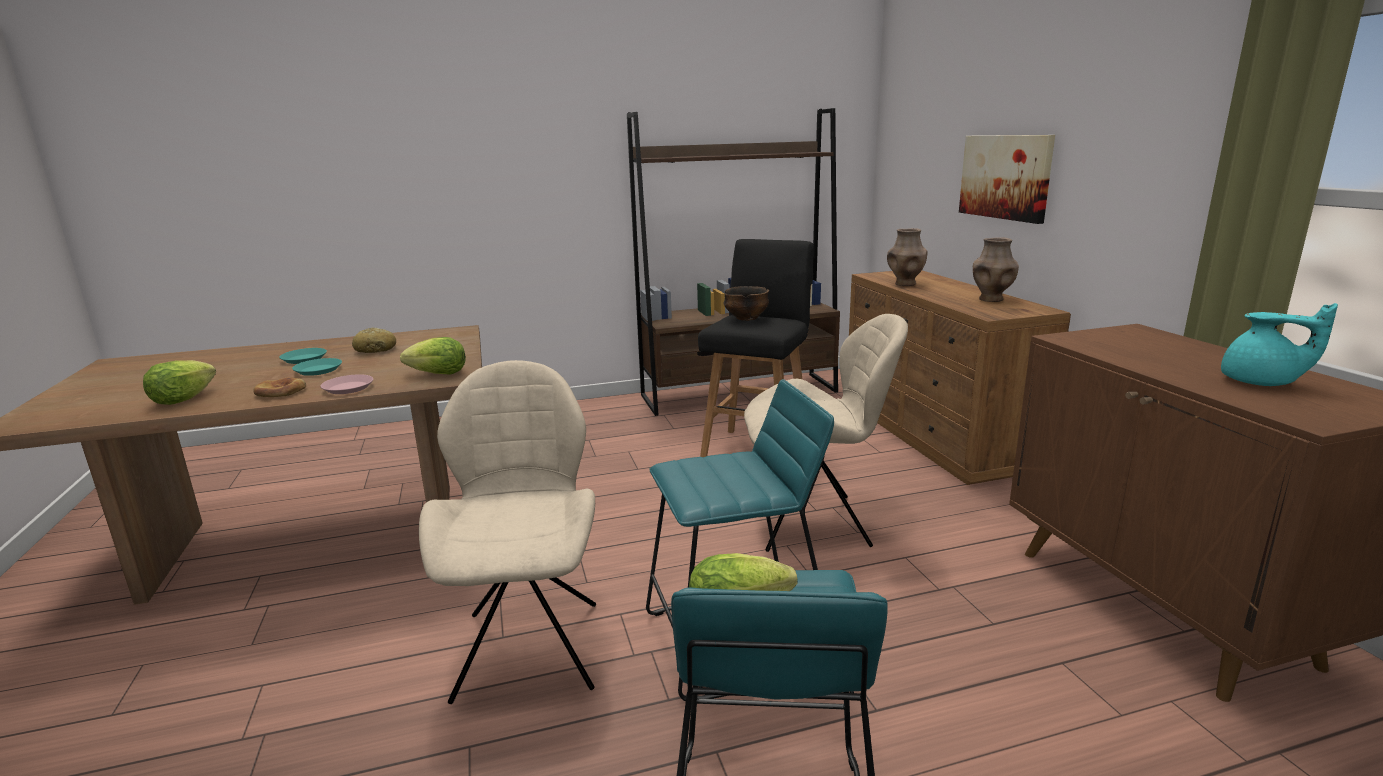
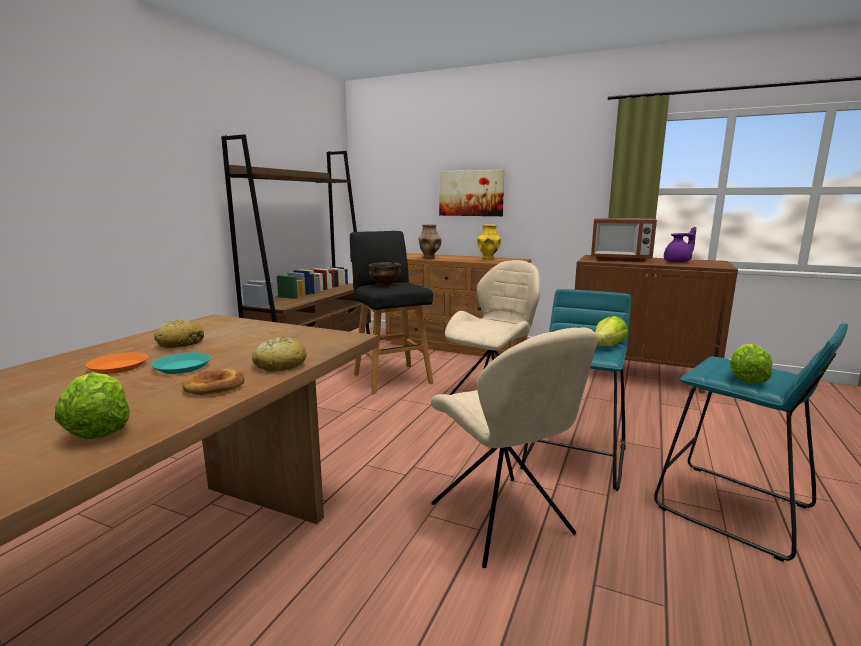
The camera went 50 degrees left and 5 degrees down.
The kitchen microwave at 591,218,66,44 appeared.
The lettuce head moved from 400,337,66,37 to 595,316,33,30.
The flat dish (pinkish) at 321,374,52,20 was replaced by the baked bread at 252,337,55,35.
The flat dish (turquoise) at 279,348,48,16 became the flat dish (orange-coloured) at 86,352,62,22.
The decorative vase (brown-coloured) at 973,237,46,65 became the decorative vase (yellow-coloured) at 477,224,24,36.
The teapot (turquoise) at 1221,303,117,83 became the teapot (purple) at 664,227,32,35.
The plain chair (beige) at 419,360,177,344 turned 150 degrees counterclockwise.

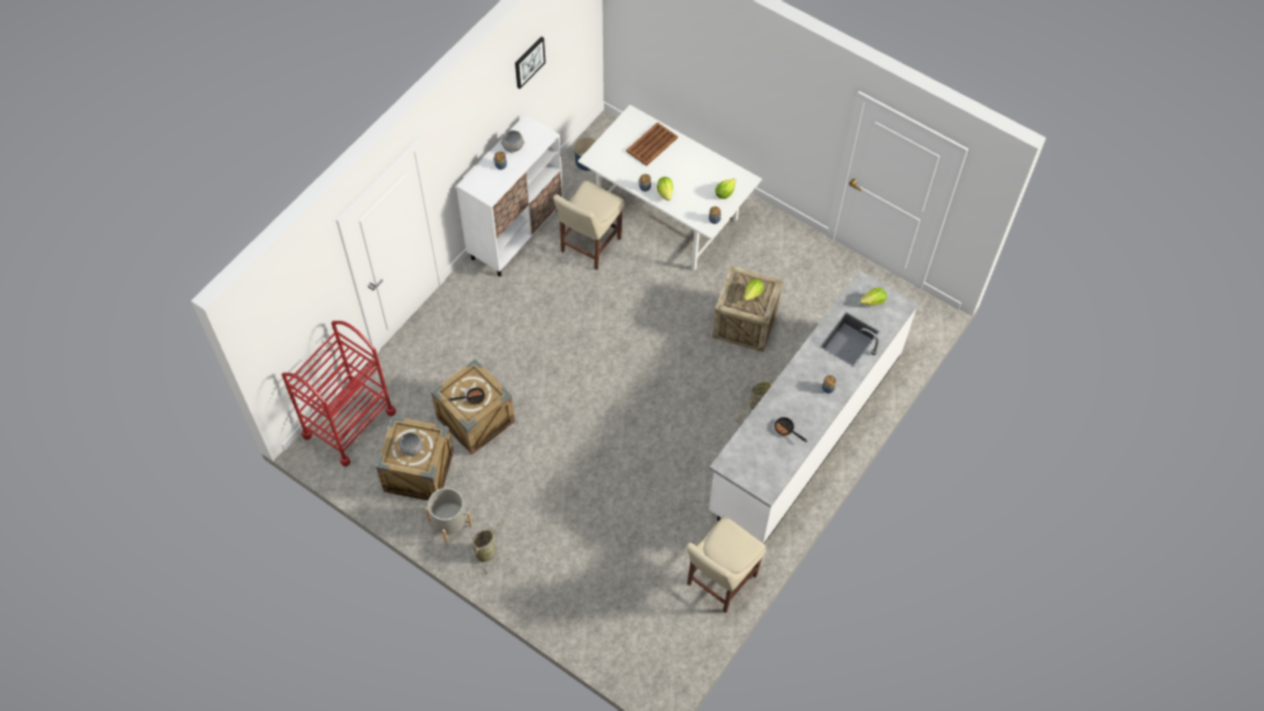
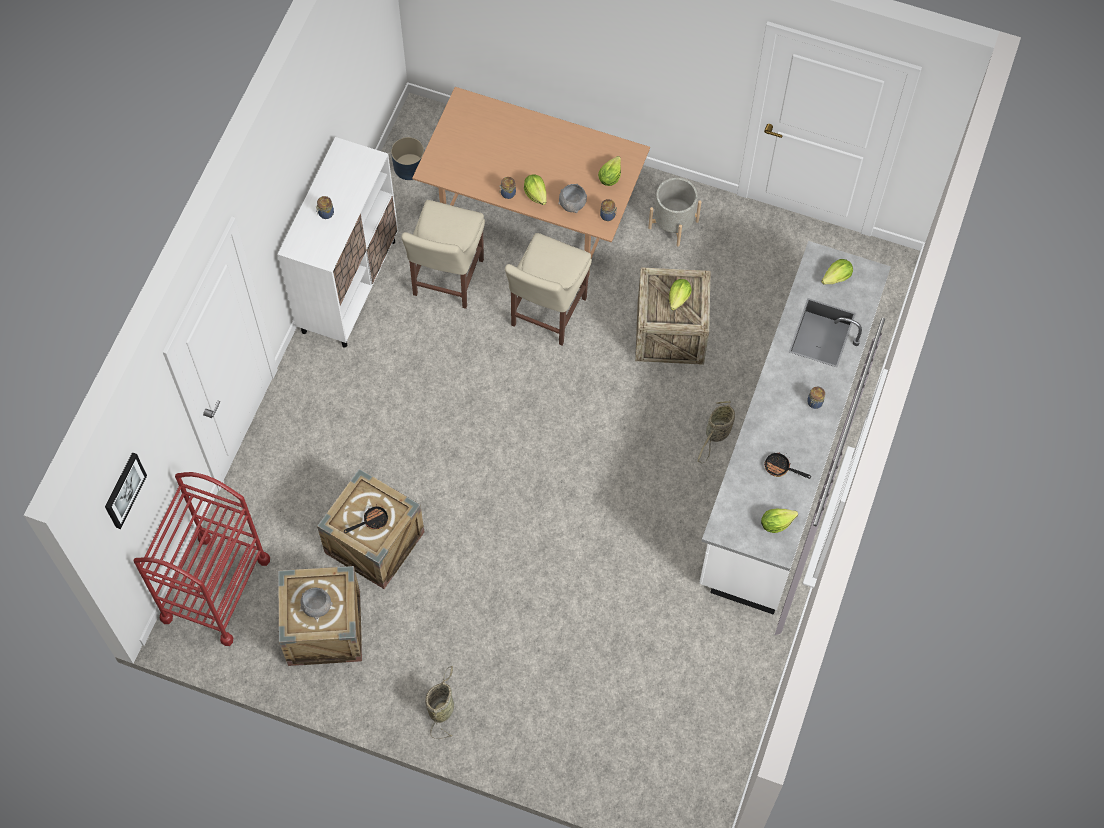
The camera went 15 degrees left and 5 degrees up.
The carrying tray (brown-coloured) at 626,122,52,44 disappeared.
The lettuce head at 761,509,37,24 appeared.
The plant pot (grey) moved from 425,488,48,57 to 648,178,53,69.
The bowl (grey) moved from 501,130,24,23 to 558,184,29,29.
The picture moved from 515,36,31,53 to 105,452,42,77.
The plain chair (beige) moved from 686,516,80,97 to 505,233,87,113.
The kitchen table (white) at 578,105,184,166 became the kitchen table (brown-coloured) at 412,87,238,190.

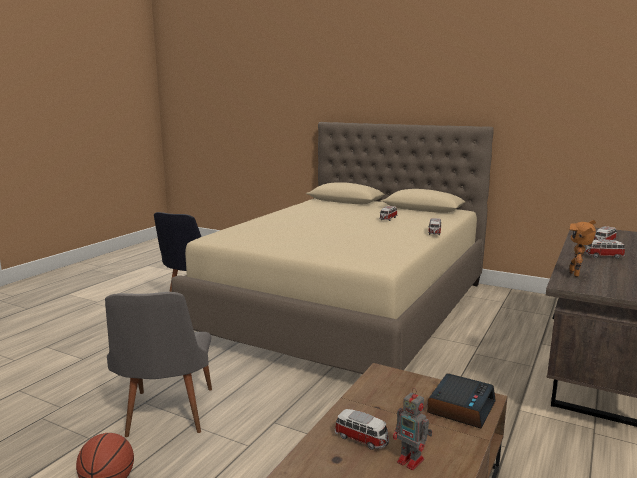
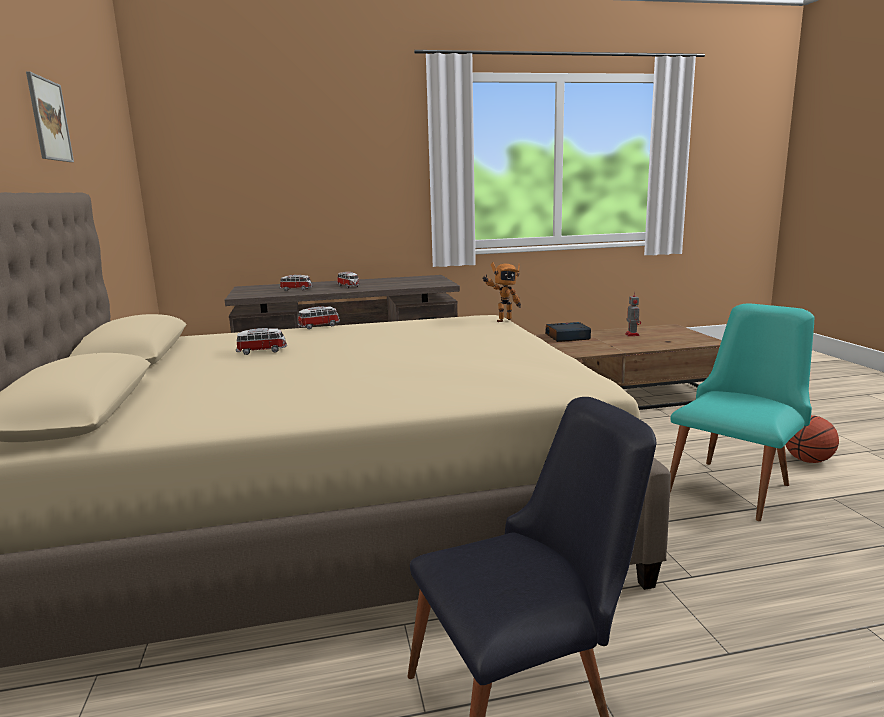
The camera went 130 degrees left and 0 degrees up.
The miniature car at 335,409,54,41 disappeared.
The picture at 26,72,48,90 appeared.
The model robot moved from 569,220,27,57 to 482,262,39,60.
The plain chair (grey) at 105,292,107,145 became the plain chair (turquoise) at 670,303,145,218.

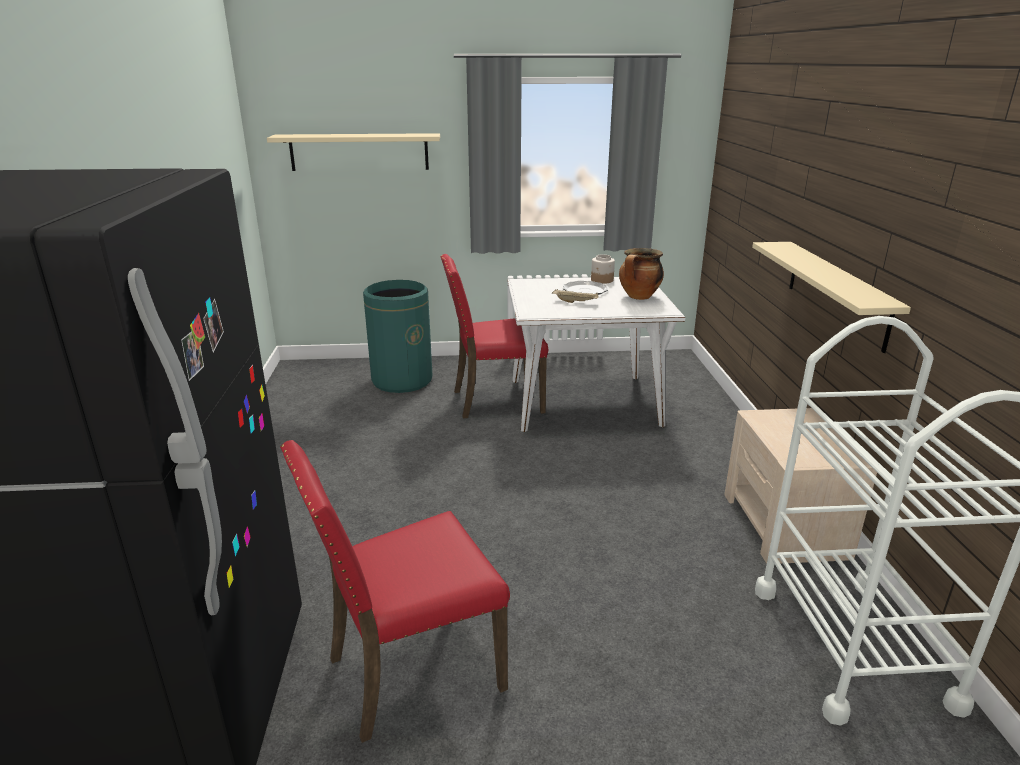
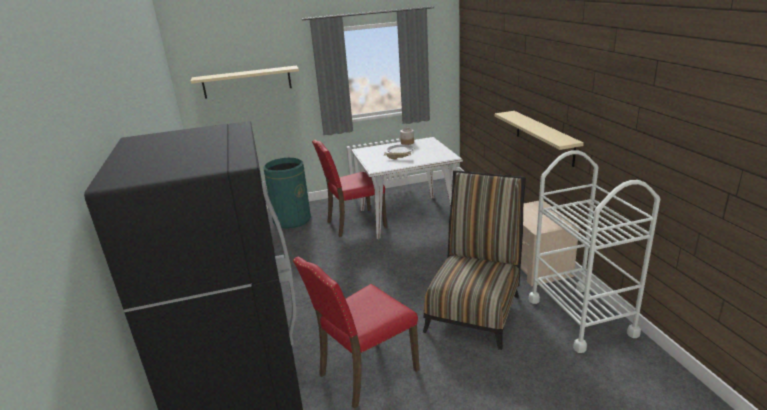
The camera went 10 degrees left and 0 degrees up.
The cooking pot at 619,248,45,52 disappeared.
The plain chair at 423,170,103,180 appeared.

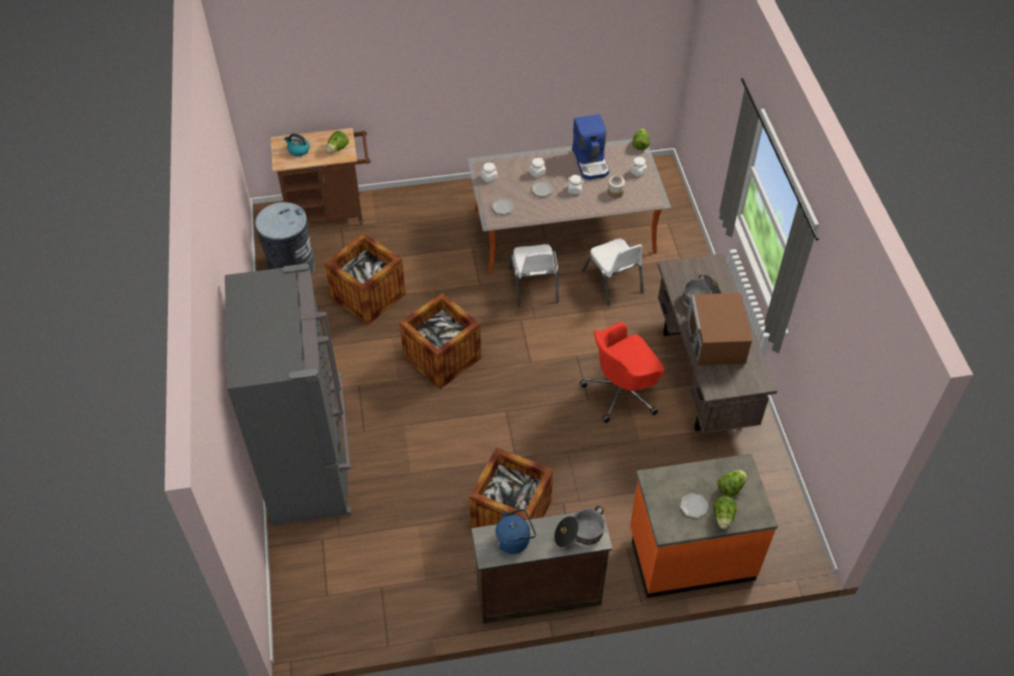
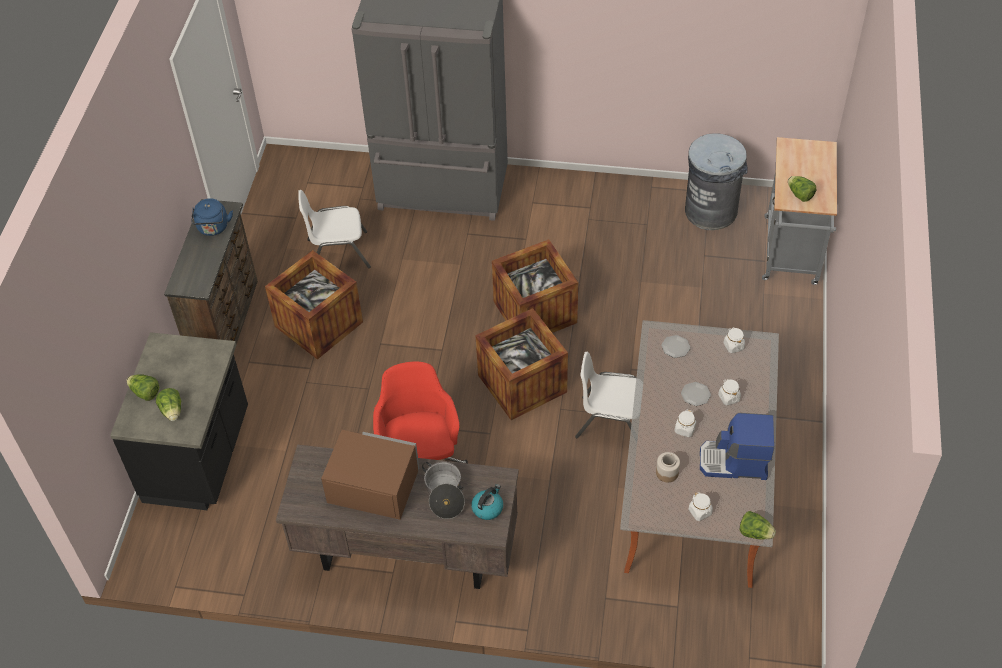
The camera went 110 degrees right and 0 degrees up.
The cooking pot at 554,506,51,42 disappeared.
The flat dish at 680,493,28,25 disappeared.
The water kettle moved from 284,134,26,23 to 471,484,32,36.
The shipping crate moved from 325,233,81,92 to 475,308,93,112.
The plain chair (white) moved from 582,239,62,67 to 298,190,73,78.
The trolley (brown-coloured) at 270,128,101,97 became the trolley (grey) at 762,137,75,148.
The kitchen counter (orange-coloured) at 630,454,148,144 became the kitchen counter (black-coloured) at 110,332,138,178.

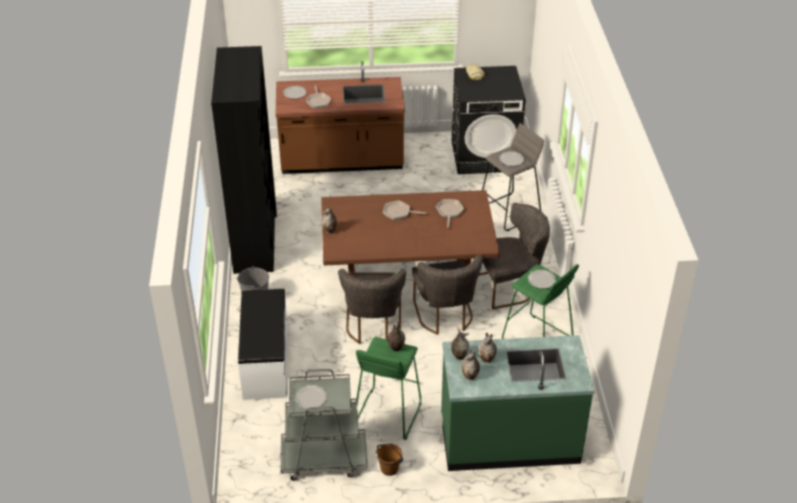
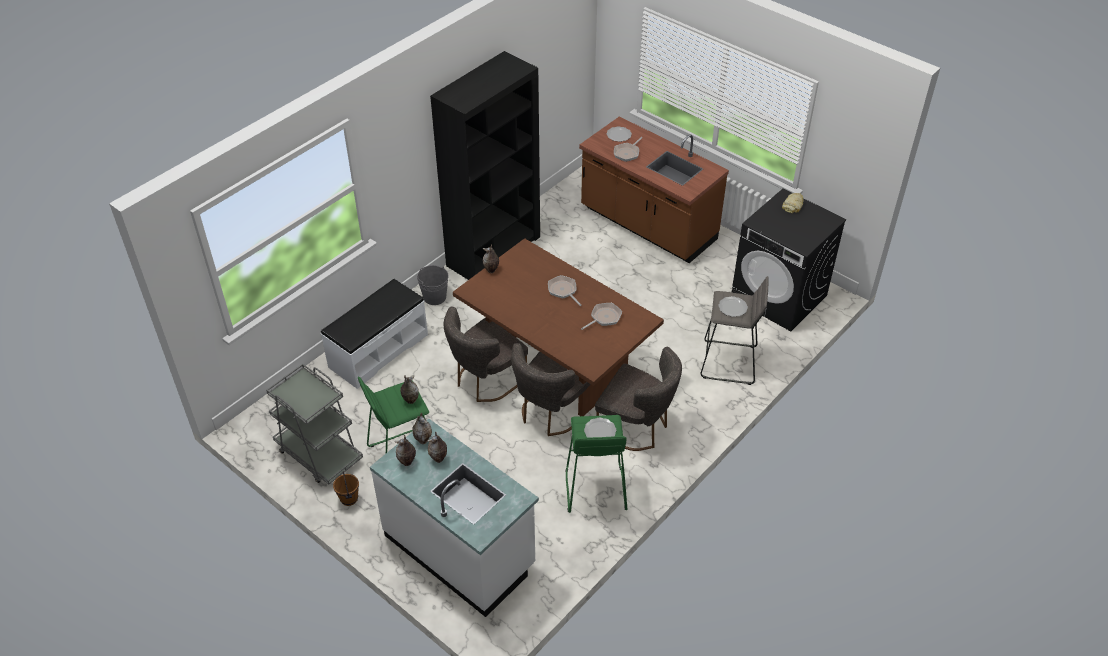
The camera went 45 degrees right and 5 degrees up.
The flat dish at 295,385,32,24 disappeared.
The kitchen counter (green-coloured) at 441,335,154,136 became the kitchen counter (white) at 370,419,169,198.

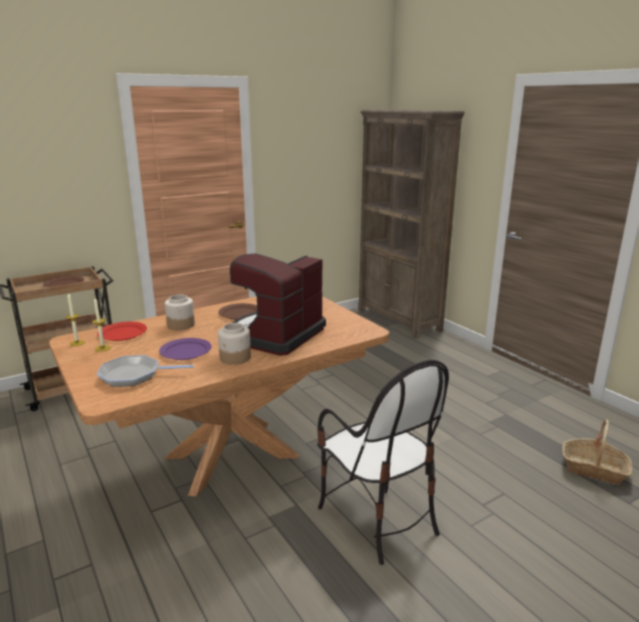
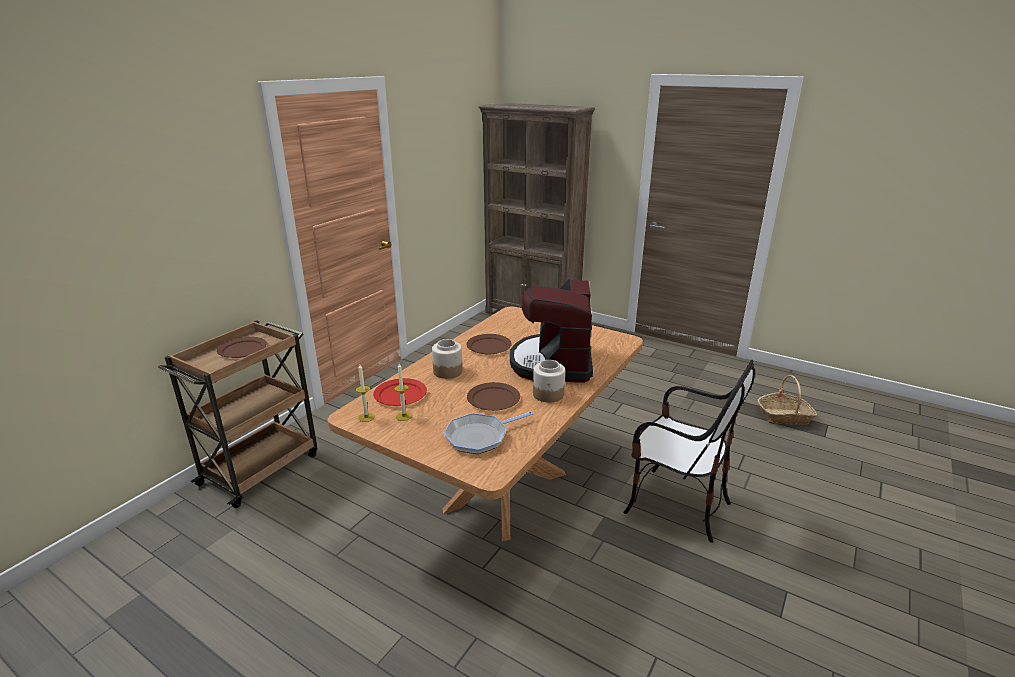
The camera went 25 degrees left and 5 degrees up.
The flat dish (purple) at 159,338,52,22 became the flat dish (brown-coloured) at 467,382,53,29.

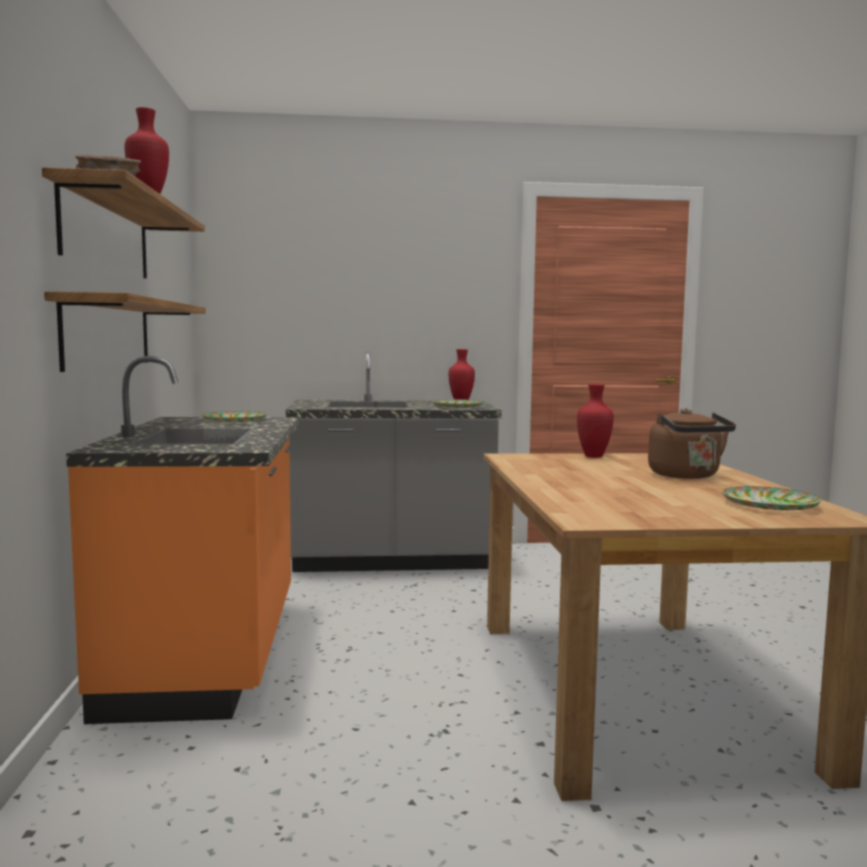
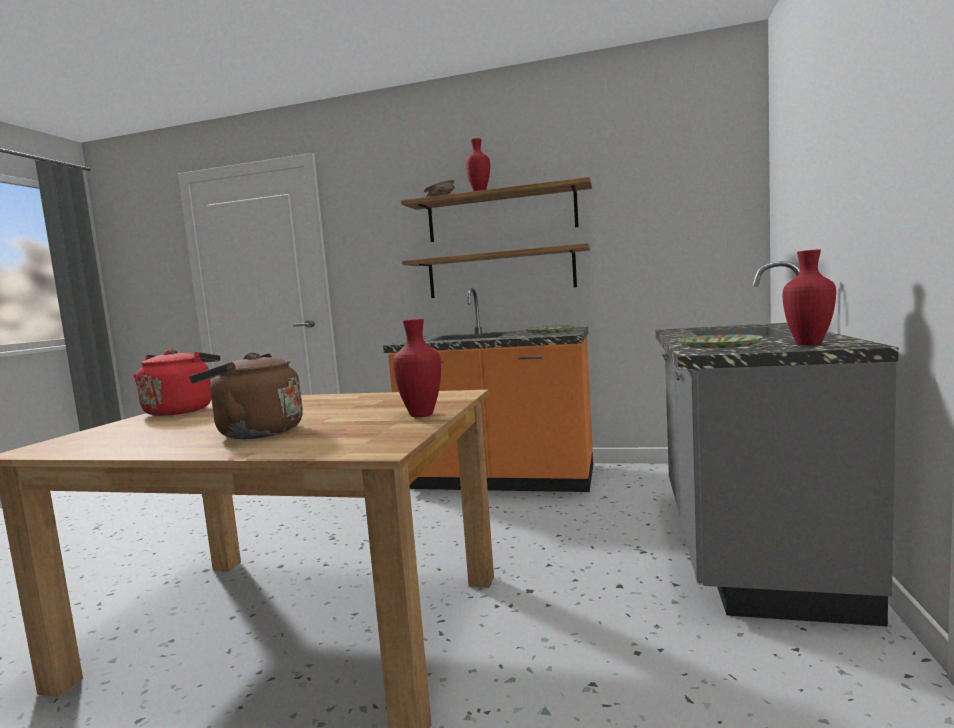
The camera went 110 degrees right and 0 degrees up.
The flat dish at 722,486,99,24 disappeared.
The water kettle (reddish) at 133,349,87,67 appeared.

